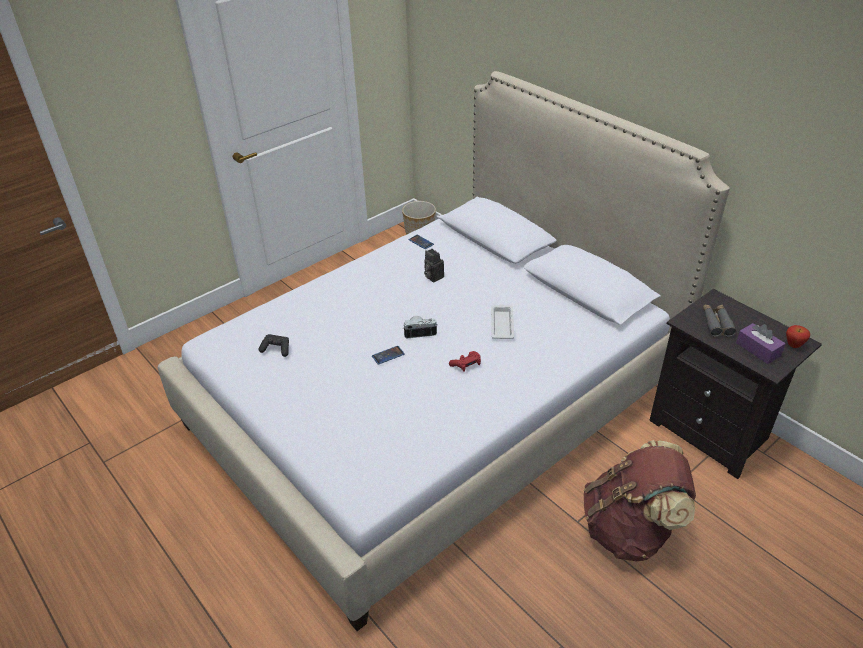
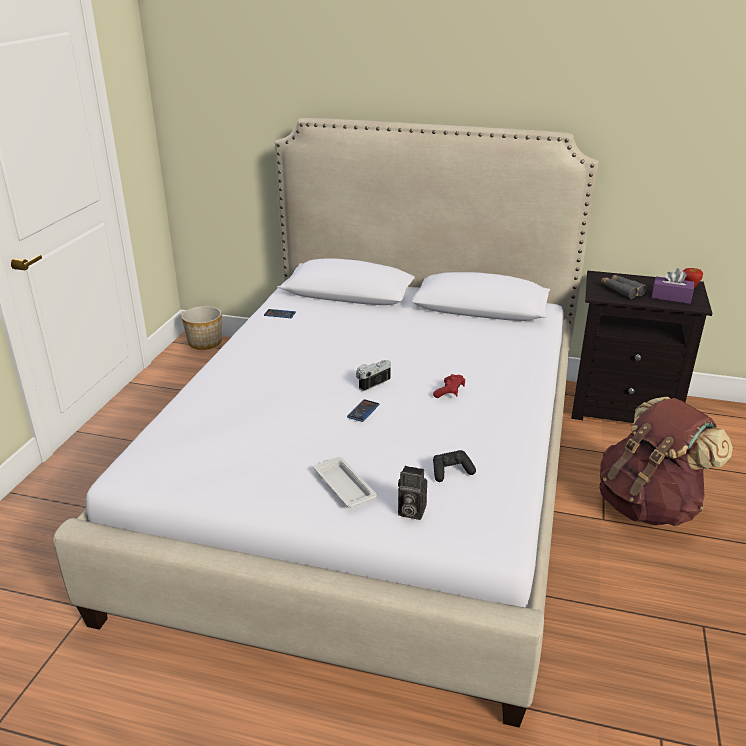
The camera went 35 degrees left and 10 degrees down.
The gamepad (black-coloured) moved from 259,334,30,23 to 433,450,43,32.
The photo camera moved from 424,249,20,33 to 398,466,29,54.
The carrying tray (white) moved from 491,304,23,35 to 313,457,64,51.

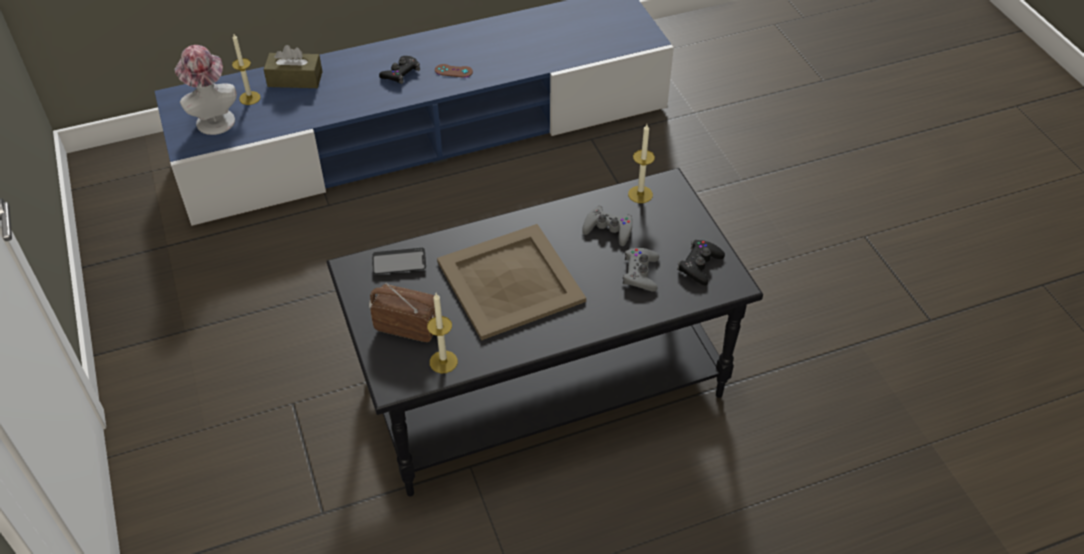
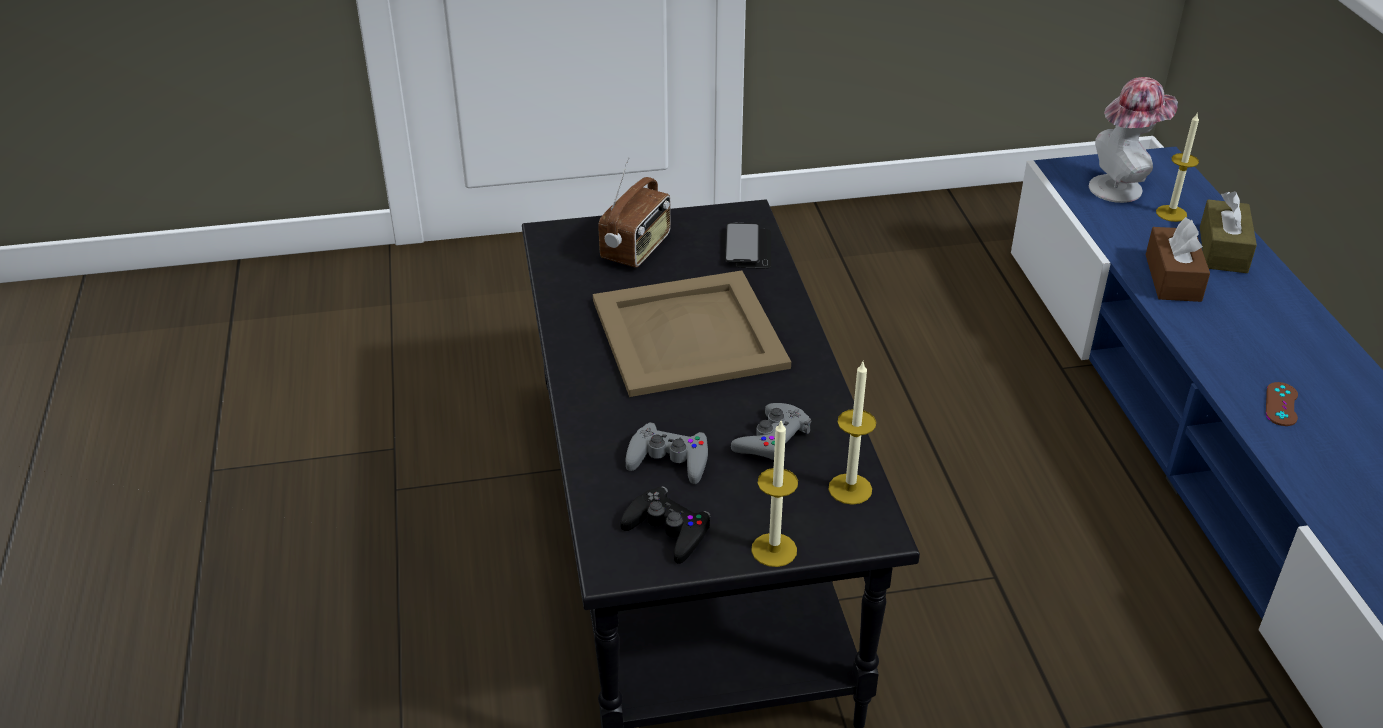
The camera went 100 degrees right and 10 degrees down.
The gamepad (black-coloured) at 379,56,41,28 disappeared.
The box of tissues (brown-coloured) at 1146,217,64,85 appeared.
The candle moved from 427,293,31,80 to 751,419,47,148.

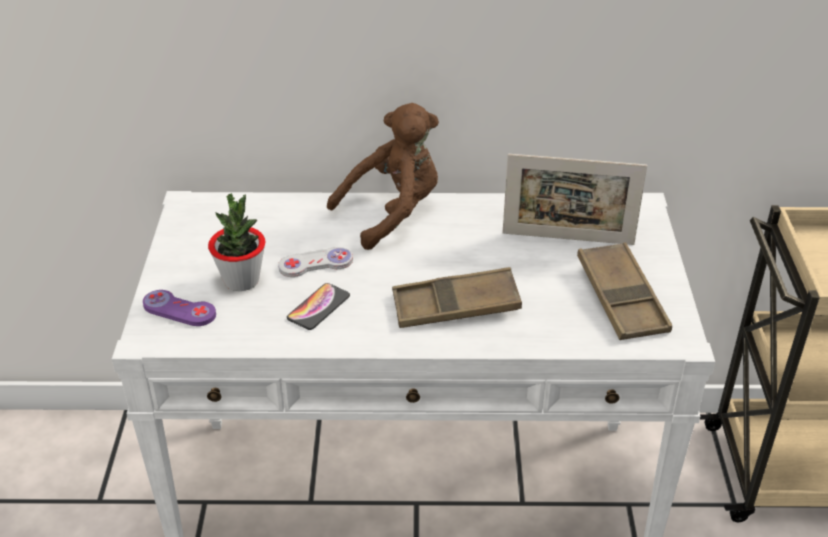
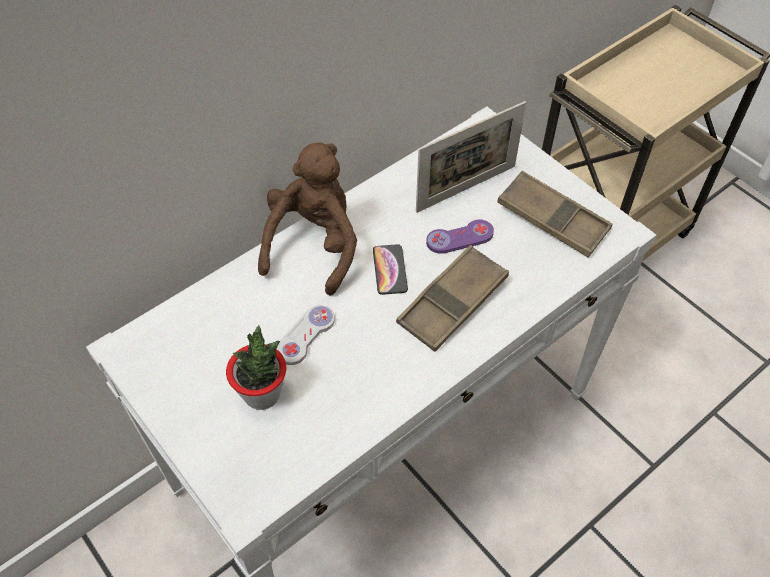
The camera went 40 degrees left and 15 degrees up.
The gamepad (purple) moved from 143,290,73,36 to 426,220,68,34.
The handset moved from 287,283,63,47 to 373,244,35,51.

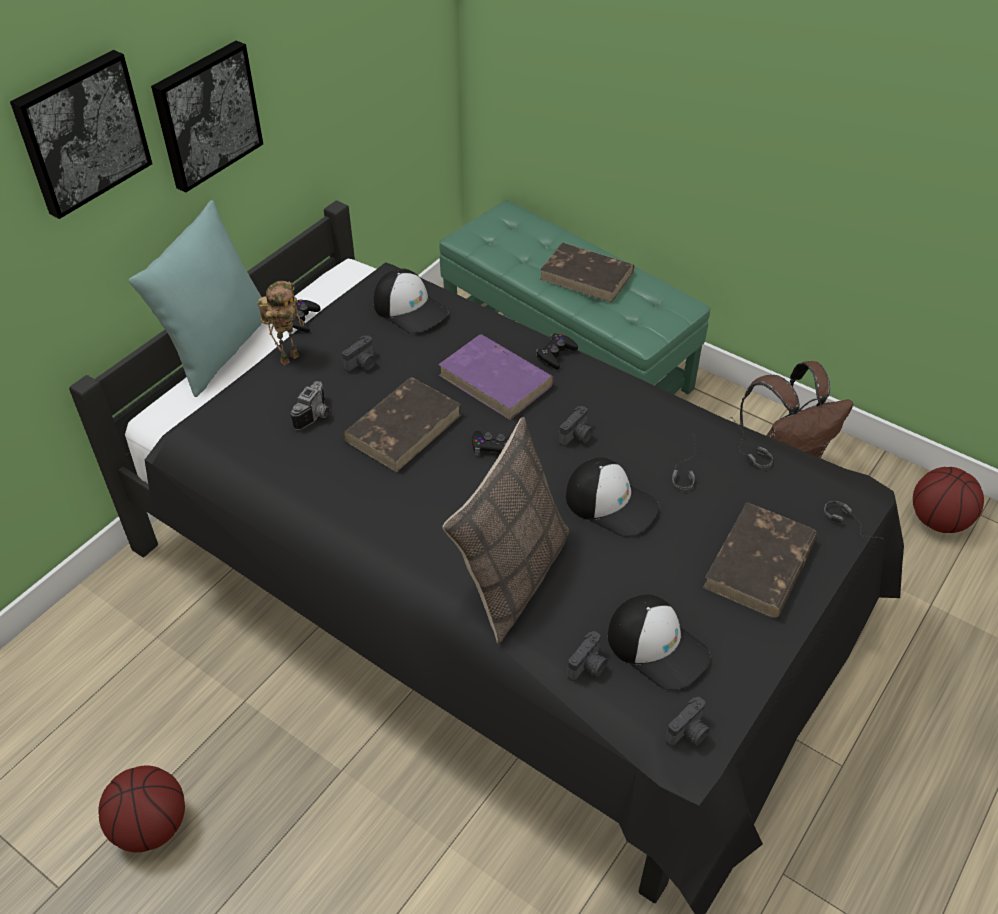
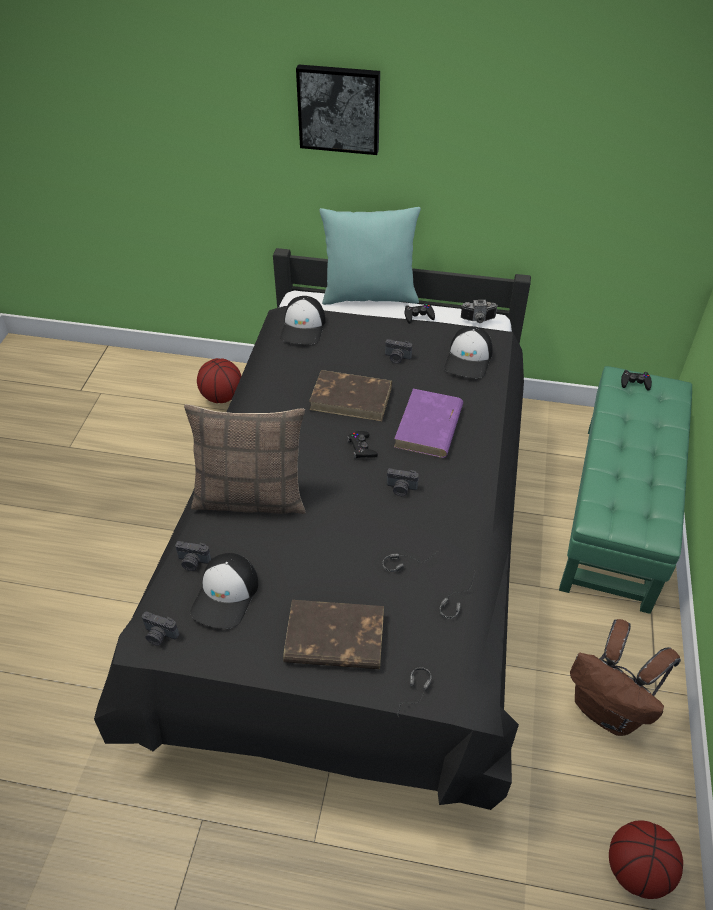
The camera went 65 degrees right and 0 degrees up.
The picture at 151,41,112,152 disappeared.
The model robot at 257,281,47,84 disappeared.
The volume (brown-coloured) at 540,243,94,60 disappeared.
The ball for basketball moved from 98,765,87,87 to 197,358,44,45.
The photo camera moved from 291,381,38,49 to 461,300,37,23.
The gamepad (black-coloured) moved from 536,333,42,37 to 621,370,31,21.
The cap moved from 566,457,94,80 to 280,296,45,49.

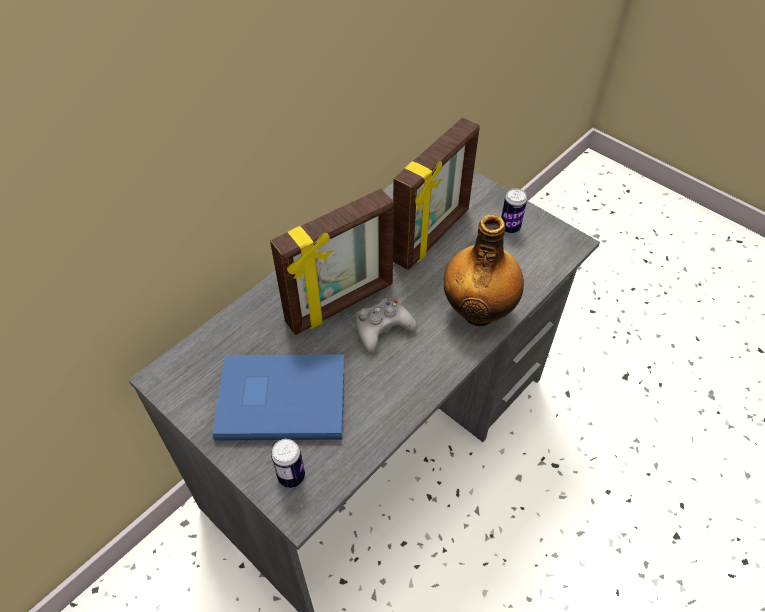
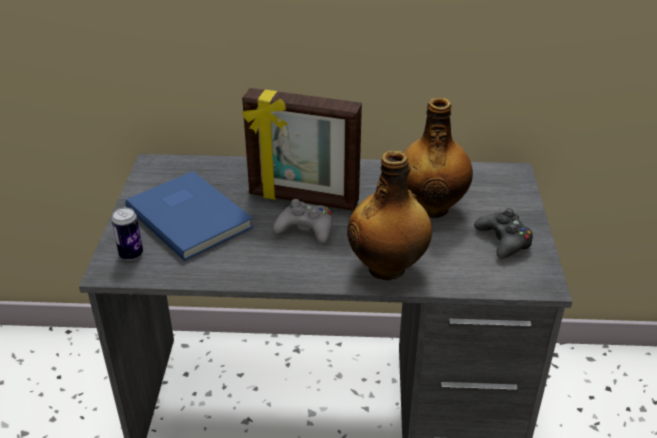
The camera went 50 degrees right and 15 degrees down.
The photo frame at 393,118,87,152 was replaced by the beverage bottle at 403,97,70,121.
The metal can at 501,188,26,45 was replaced by the gamepad (black-coloured) at 474,208,59,51.

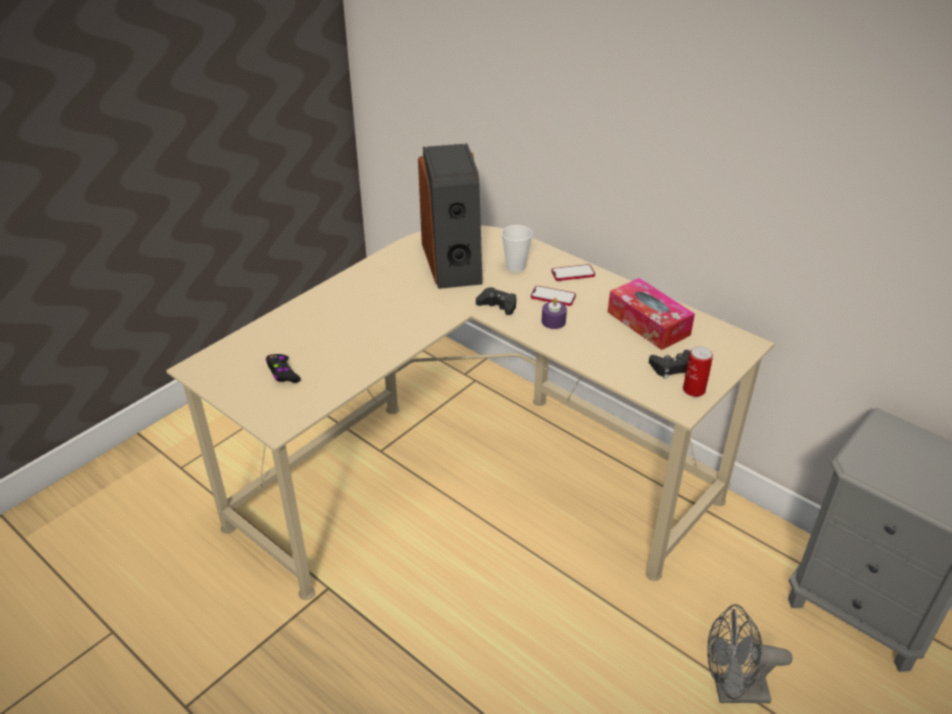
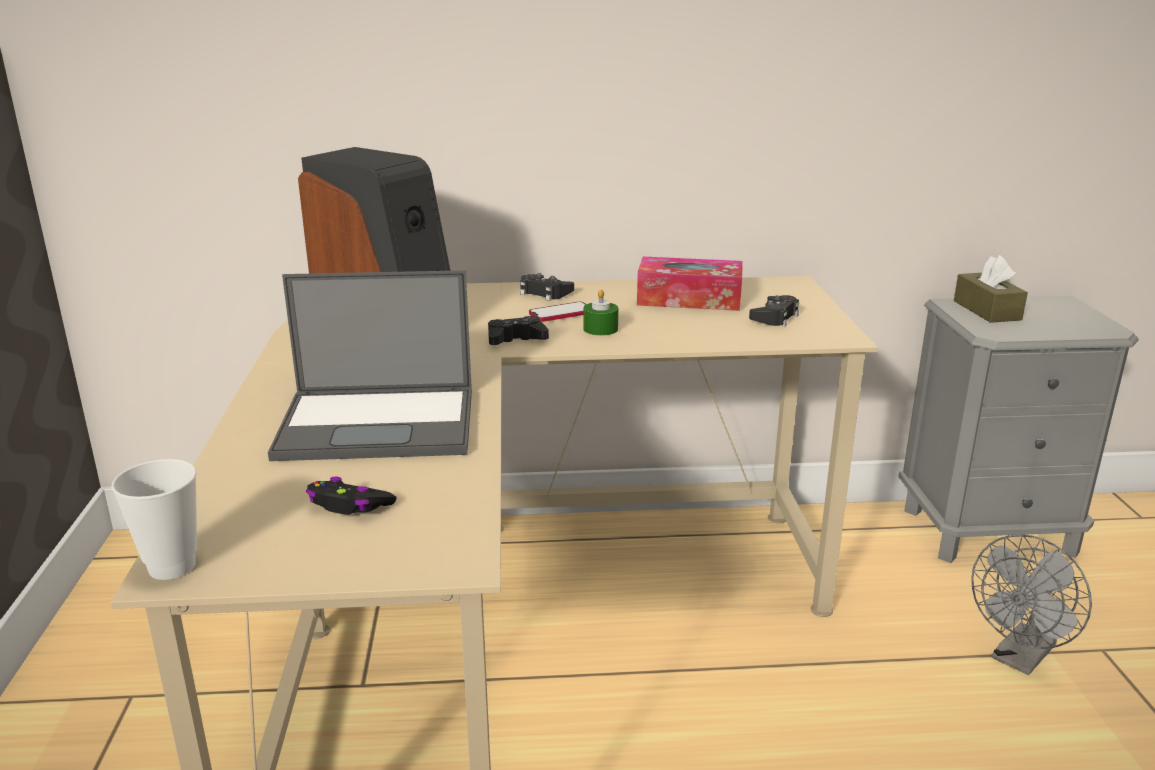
The camera went 45 degrees left and 15 degrees down.
The metal can at 683,346,30,51 disappeared.
The notebook computer at 268,270,204,191 appeared.
The box of tissues (brown-coloured) at 954,255,74,68 appeared.
The small cup moved from 502,225,31,48 to 111,459,86,121.
The handset at 551,264,44,17 was replaced by the gamepad (black-coloured) at 520,273,54,28.
The candle (purple) at 542,298,25,31 became the candle (green-coloured) at 583,289,35,47.

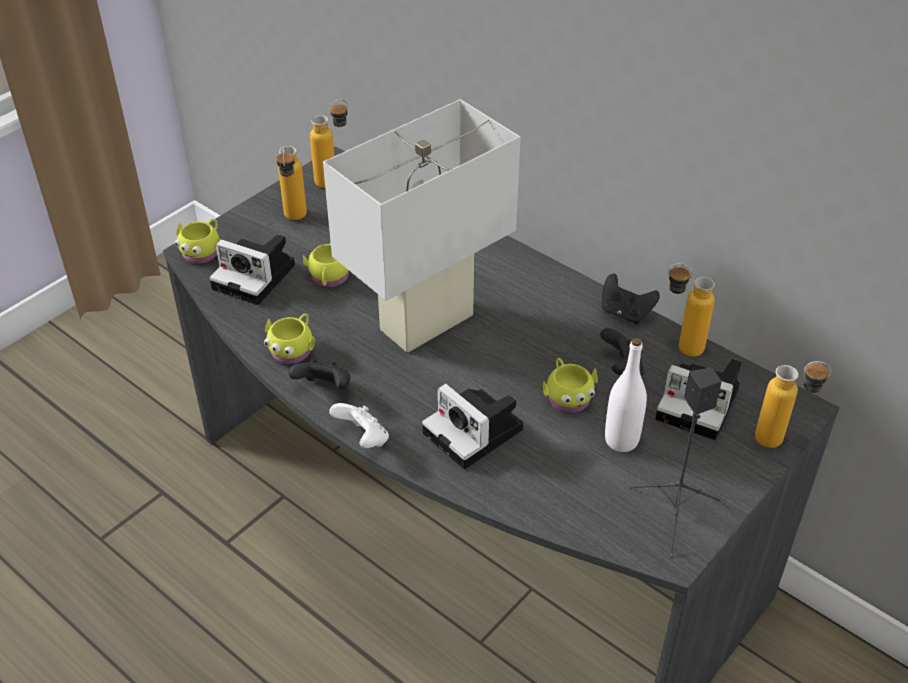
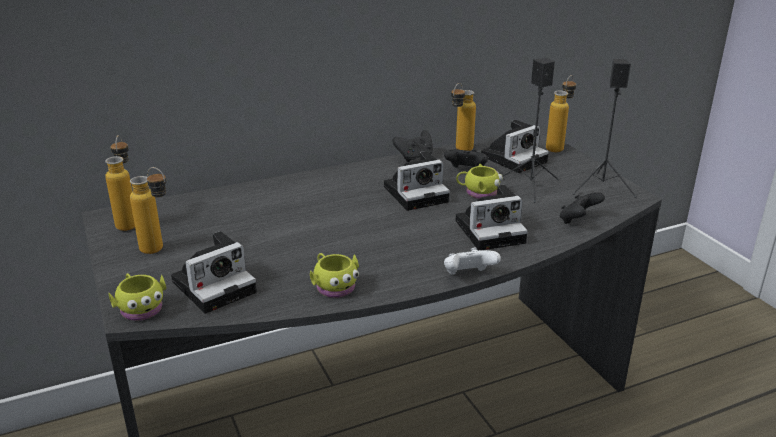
The camera went 65 degrees left and 15 degrees down.
The tea mug (yellow-coloured) at 303,243,46,44 disappeared.
The tabletop lamp (white) at 323,99,198,253 disappeared.
The photo camera at 384,151,66,60 appeared.
The gamepad (black-coloured) moved from 288,359,63,30 to 560,192,45,32.
The beverage bottle (white) at 605,338,42,114 was replaced by the audio speaker (black-coloured) at 502,58,57,145.

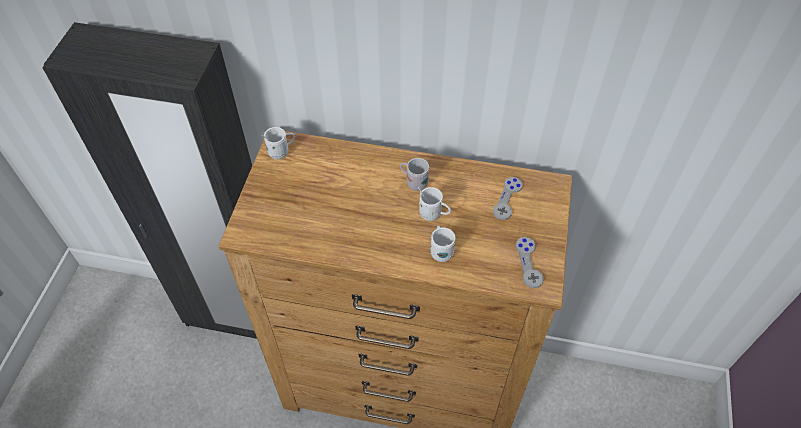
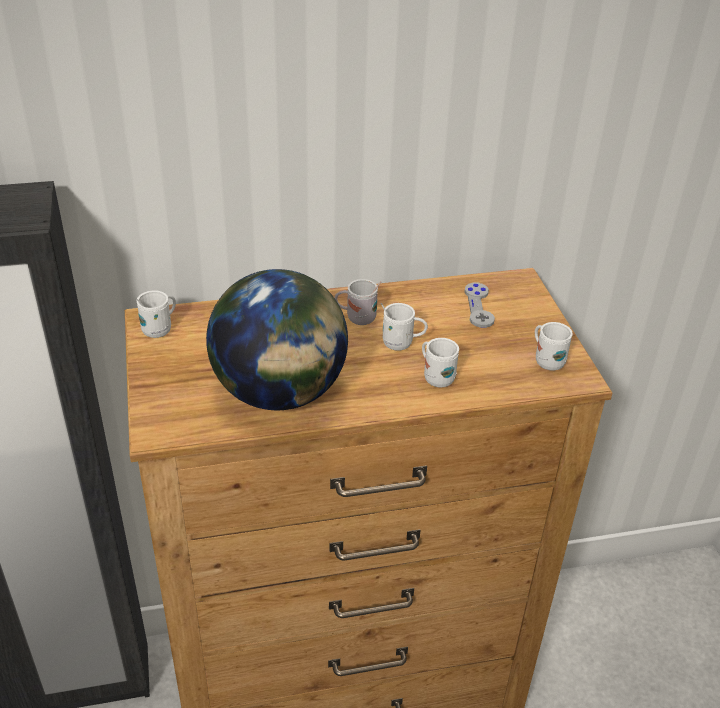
The camera went 25 degrees left and 15 degrees down.
The globe at 206,269,142,141 appeared.
The gamepad (grey) at 516,237,28,51 was replaced by the tea mug (white) at 535,322,38,49.

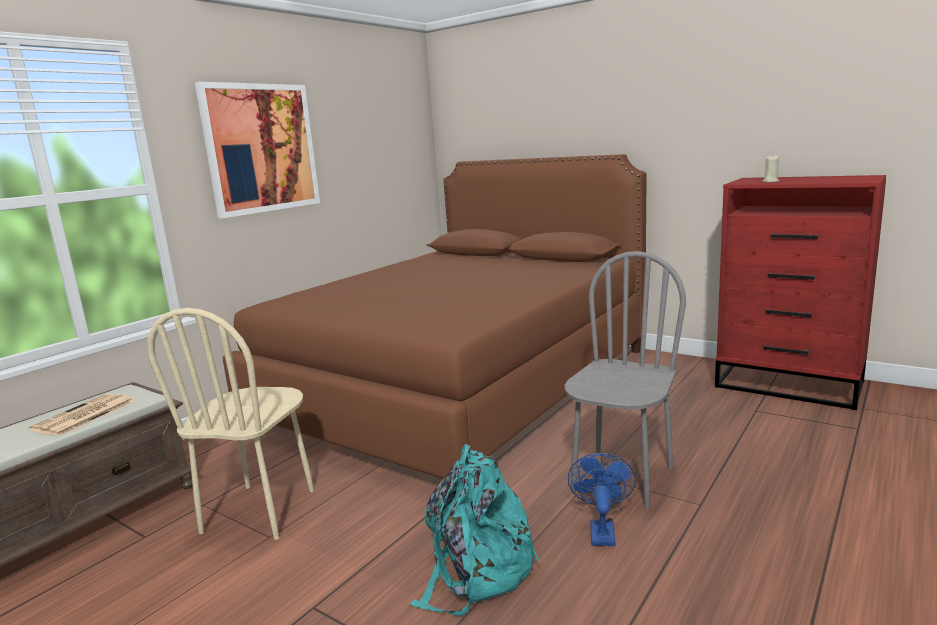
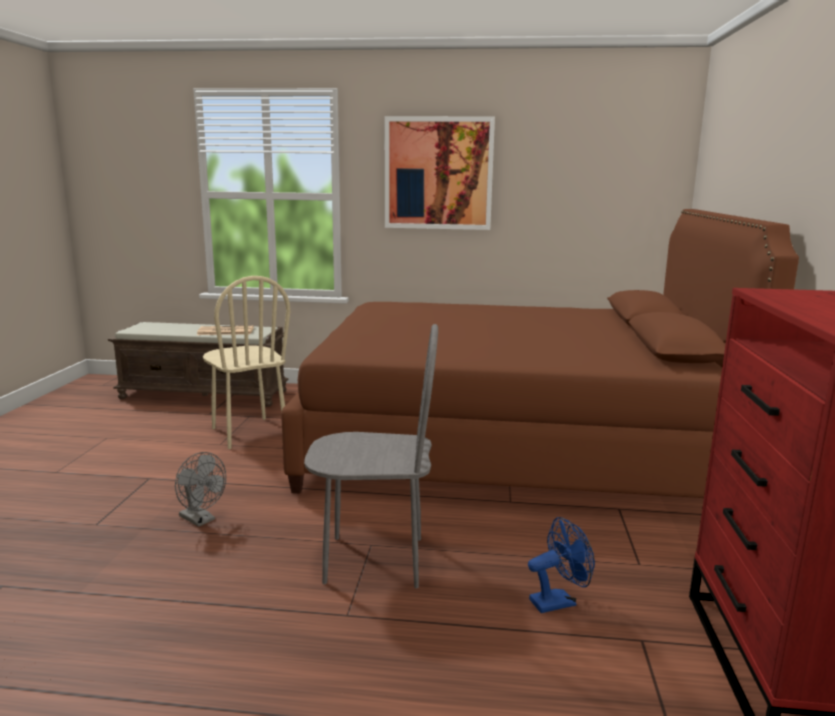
The camera went 60 degrees right and 0 degrees up.
The candle (beige) at 762,154,17,28 disappeared.
The electric fan (blue) moved from 568,453,68,93 to 528,517,67,96.
The backpack (turquoise) at 410,444,130,172 was replaced by the electric fan (grey) at 175,452,51,75.
The plain chair (beige) at 147,308,167,232 turned 105 degrees counterclockwise.

